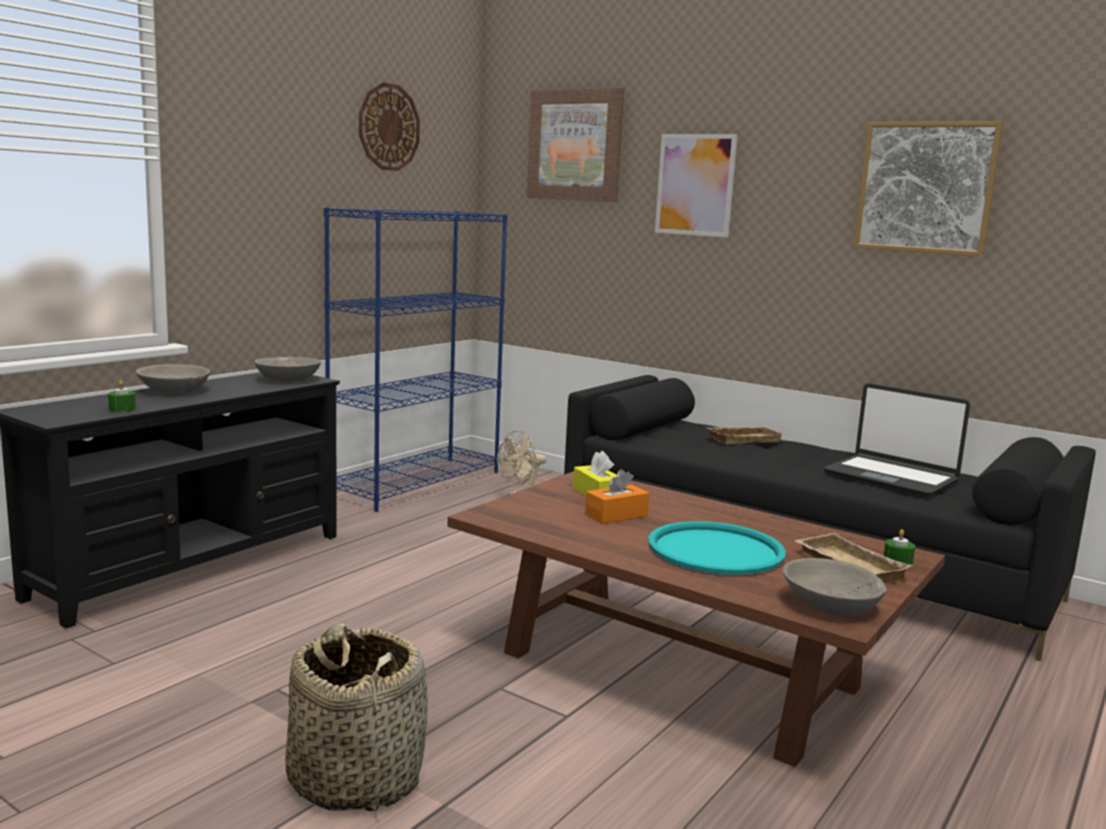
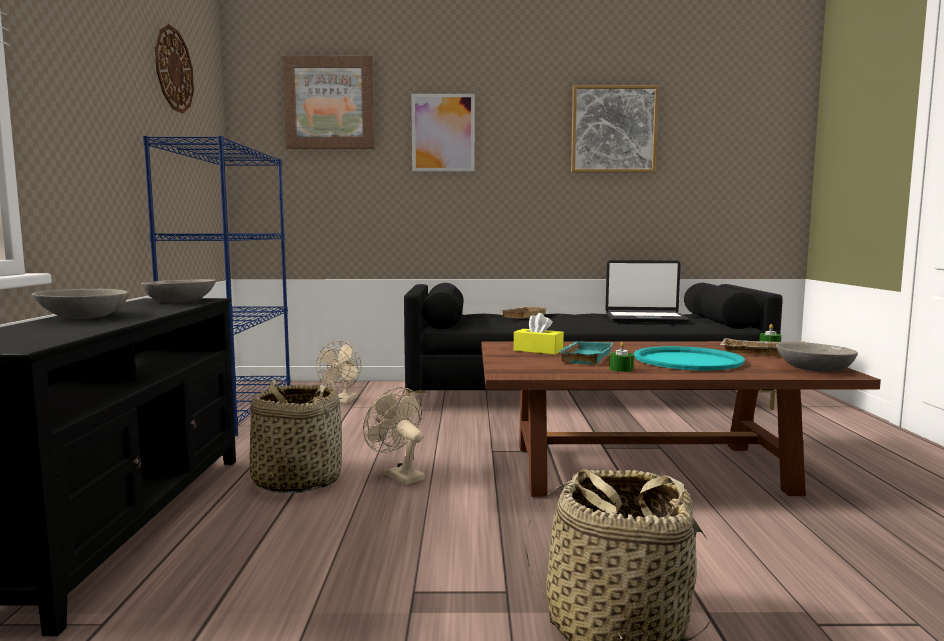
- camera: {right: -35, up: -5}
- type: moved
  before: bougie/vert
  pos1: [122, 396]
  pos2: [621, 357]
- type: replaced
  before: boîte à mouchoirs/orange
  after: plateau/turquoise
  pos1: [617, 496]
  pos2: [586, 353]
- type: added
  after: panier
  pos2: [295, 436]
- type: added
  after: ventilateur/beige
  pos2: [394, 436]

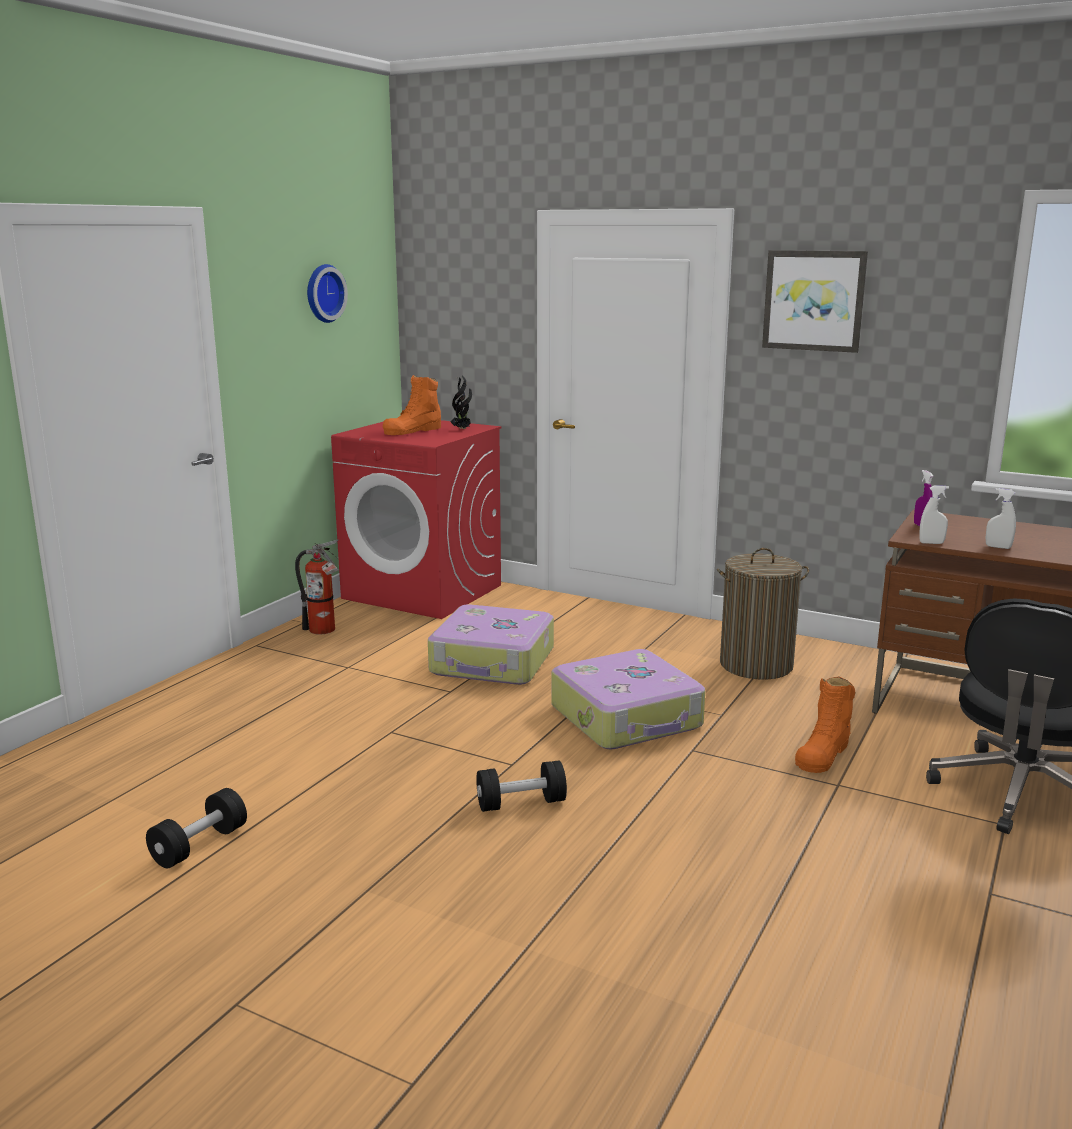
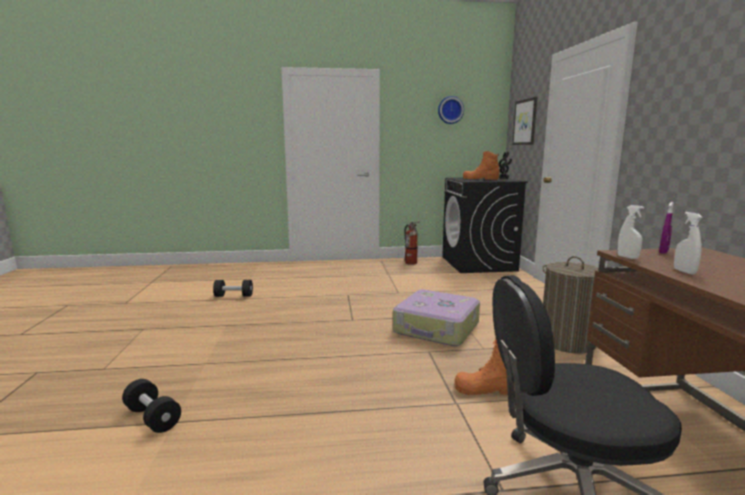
- camera: {right: 55, up: -5}
- type: moved
  before: tableau
  pos1: [815, 301]
  pos2: [524, 121]
- type: recoloured
  before: lave-linge/rouge
  after: lave-linge/noir
  pos1: [416, 519]
  pos2: [485, 225]
- type: removed
  before: valise
  pos1: [491, 644]
- type: moved
  before: haltère/noir
  pos1: [521, 786]
  pos2: [151, 406]

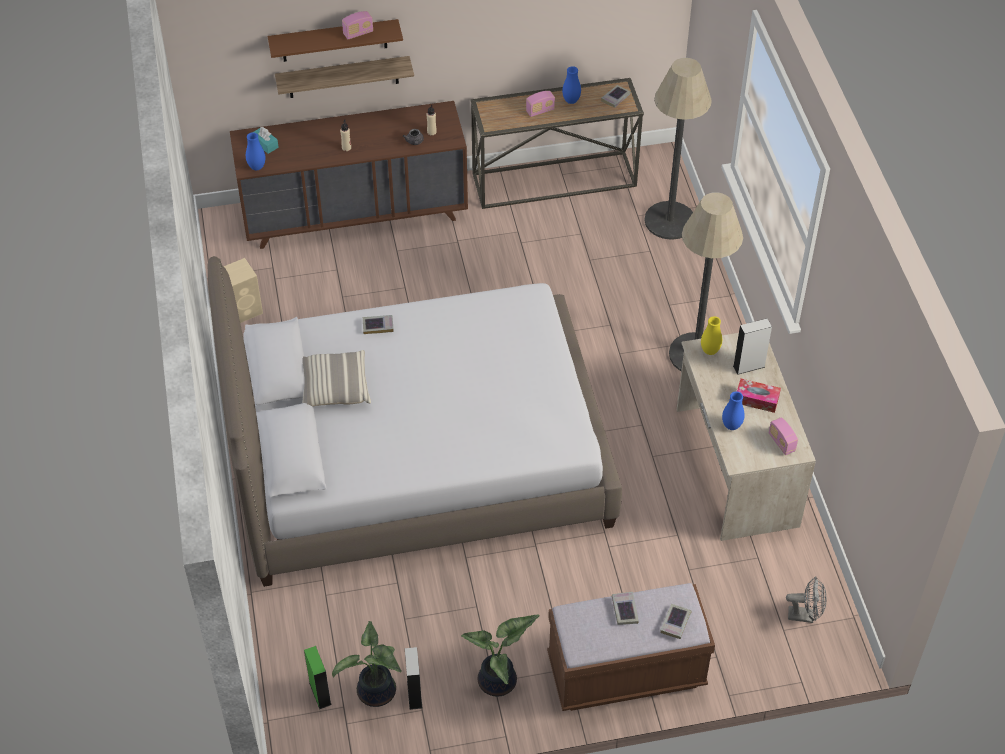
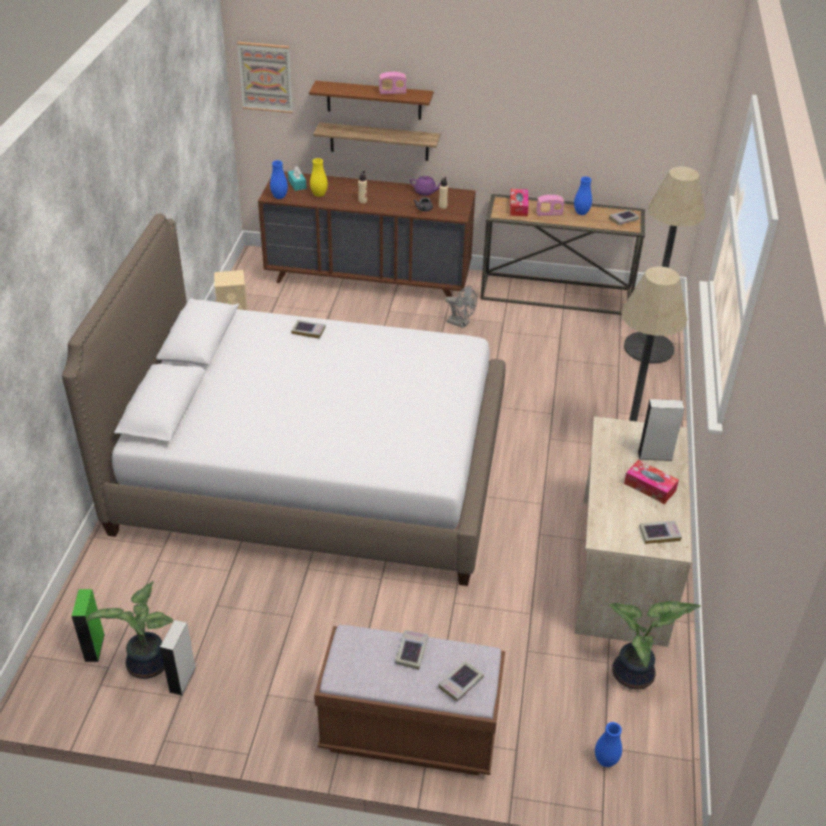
- camera: {right: 20, up: -10}
- type: moved
  before: vase/jaune
  pos1: [711, 335]
  pos2: [319, 177]
- type: removed
  before: coussin
  pos1: [336, 378]
- type: moved
  before: vase/bleu
  pos1: [733, 410]
  pos2: [608, 744]
- type: replaced
  before: radio
  after: livre
  pos1: [783, 436]
  pos2: [660, 532]
- type: moved
  before: ventilateur/gris
  pos1: [806, 599]
  pos2: [461, 306]
- type: moved
  before: plante en pot
  pos1: [500, 656]
  pos2: [655, 645]
- type: added
  after: tableau
  pos2: [265, 77]
- type: added
  after: théière/violet
  pos2: [425, 186]
- type: added
  after: boîte à mouchoirs
  pos2: [519, 202]

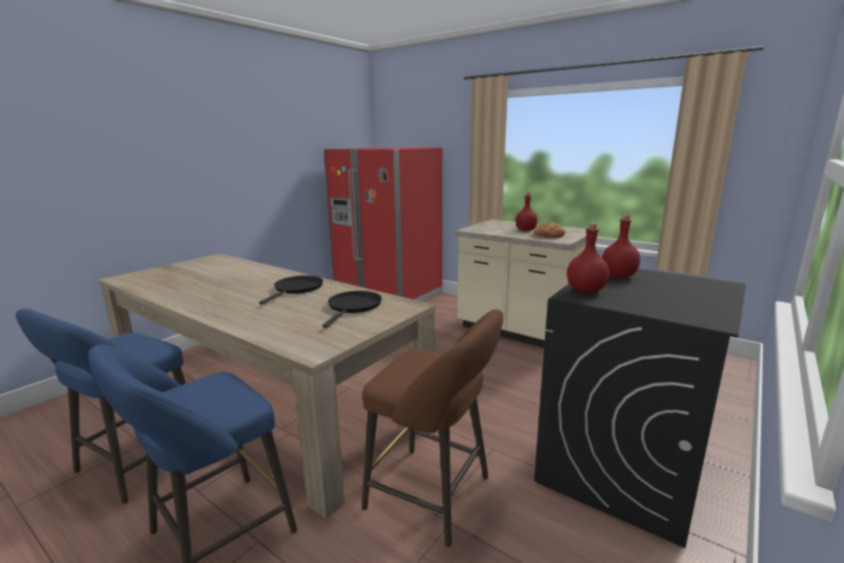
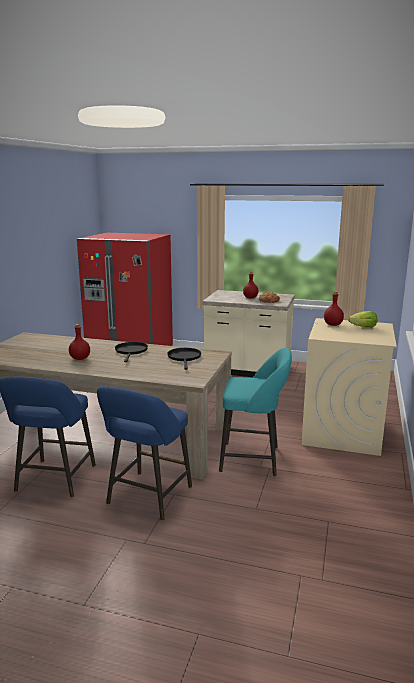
- camera: {right: -20, up: 0}
- type: moved
  before: bouteille/rouge
  pos1: [588, 258]
  pos2: [79, 342]
- type: recoloured
  before: lave-linge/noir
  after: lave-linge/beige
  pos1: [640, 408]
  pos2: [349, 387]
- type: recoloured
  before: tabouret/marron
  after: tabouret/turquoise
  pos1: [432, 428]
  pos2: [255, 412]
- type: added
  after: laitue
  pos2: [363, 319]

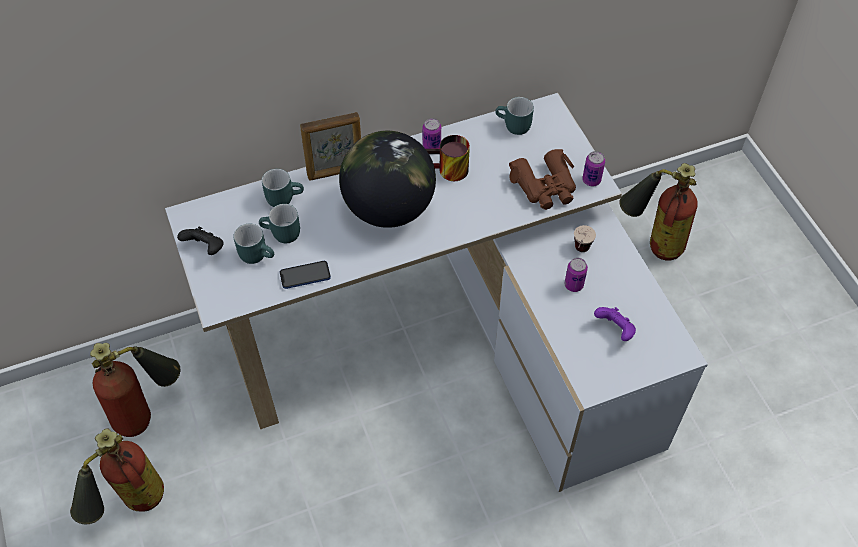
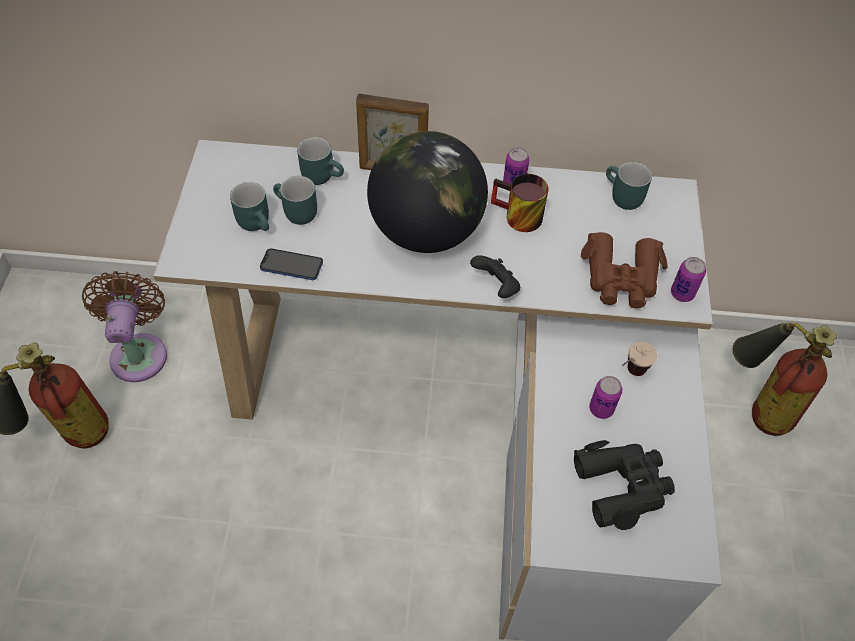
- camera: {right: 25, up: 0}
- type: moved
  before: manette/noir
  pos1: [200, 241]
  pos2: [495, 276]
- type: replaced
  before: manette/violet
  after: jumelles/noir
  pos1: [615, 324]
  pos2: [624, 485]
- type: replaced
  before: extincteur
  after: ventilateur/marron
  pos1: [135, 390]
  pos2: [124, 326]

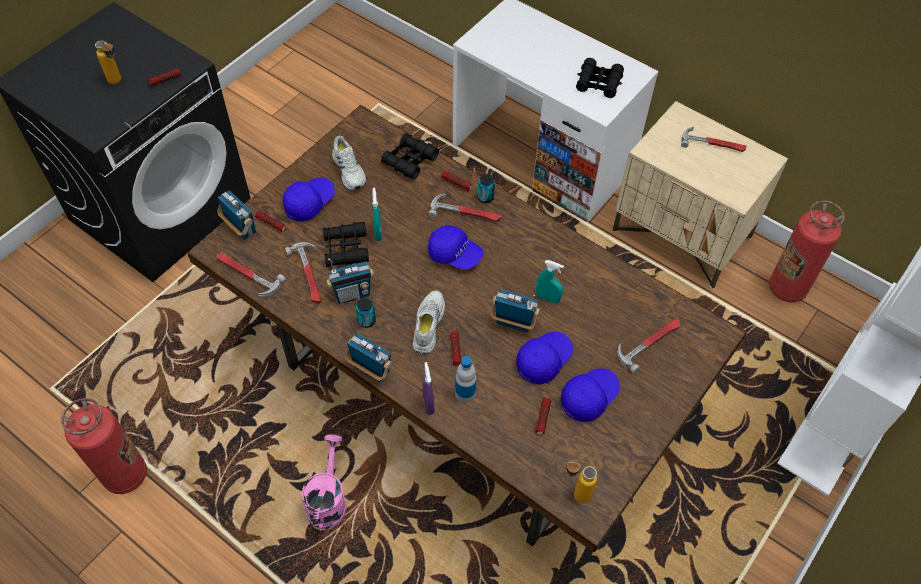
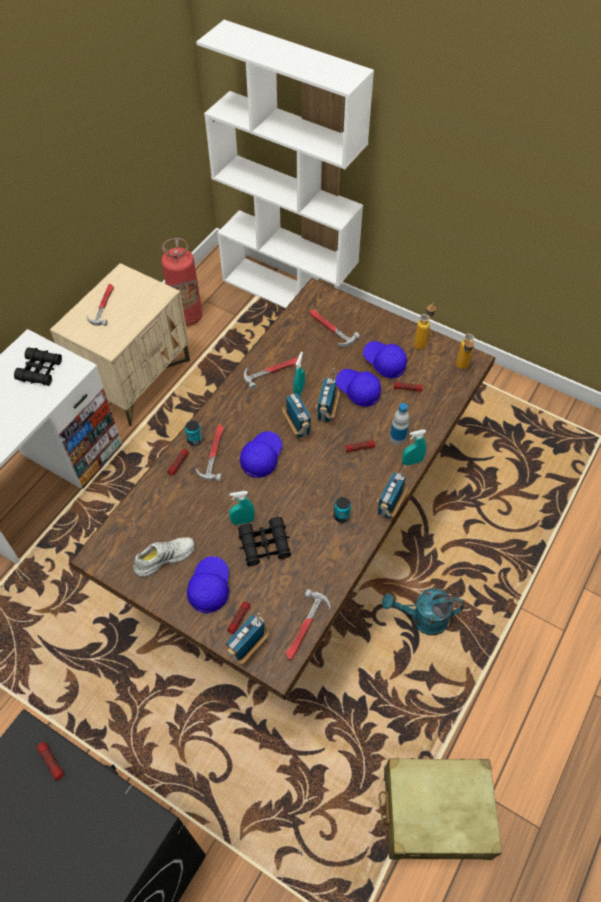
- camera: {right: -95, up: 0}
- type: moved
  before: bouteille
  pos1: [108, 62]
  pos2: [425, 326]
- type: removed
  before: jumelles/noir
  pos1: [410, 156]
- type: turned
  before: casquette/bleu
  pos1: [309, 199]
  pos2: [208, 585]
  turn: 60
- type: moved
  before: marteau
  pos1: [303, 273]
  pos2: [271, 373]
- type: moved
  before: radio
  pos1: [350, 281]
  pos2: [296, 415]
- type: removed
  before: chaussure/blanc
  pos1: [429, 322]
- type: recoloured
  before: vaporisateur/violet
  after: vaporisateur/turquoise
  pos1: [428, 388]
  pos2: [414, 448]
- type: replaced
  before: extincteur
  after: valise/beige
  pos1: [104, 446]
  pos2: [440, 809]
- type: recoloured
  before: arrosoir/rose
  after: arrosoir/turquoise
  pos1: [324, 481]
  pos2: [423, 612]

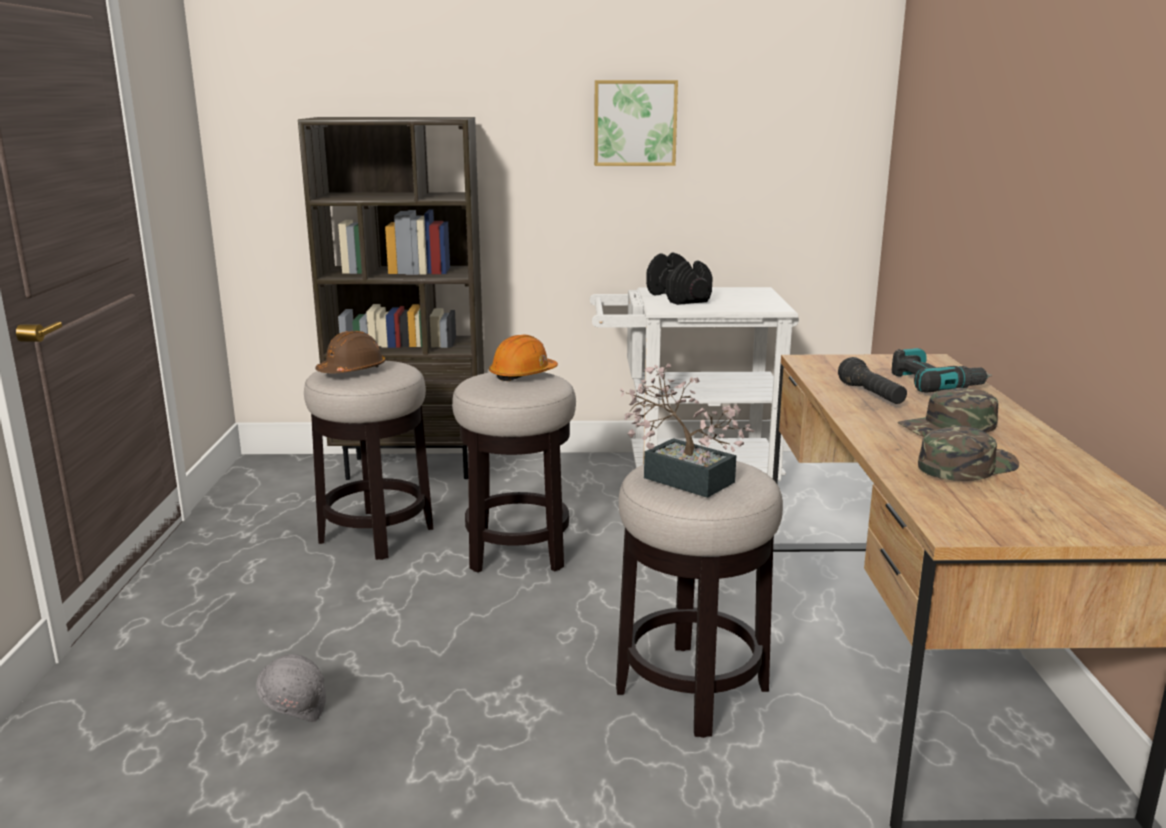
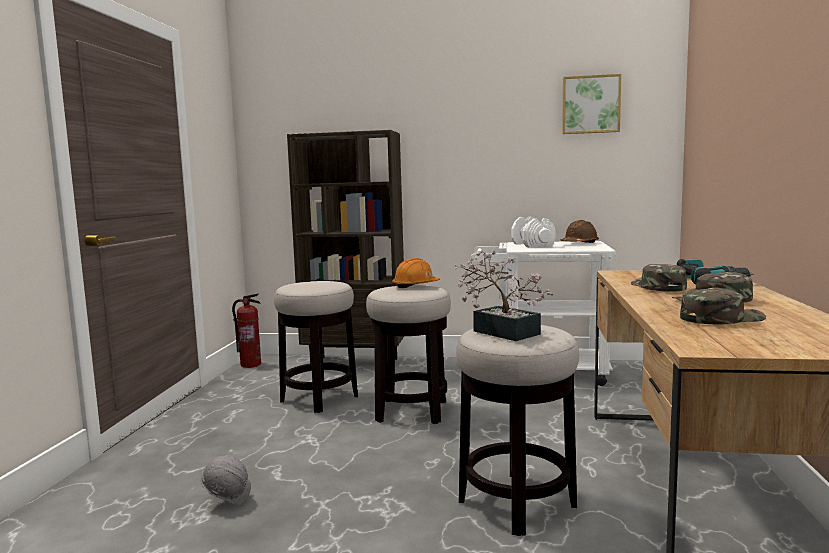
- camera: {right: 10, up: -10}
- type: moved
  before: tableau
  pos1: [636, 123]
  pos2: [591, 104]
- type: recoloured
  before: haltère/noir
  after: haltère/blanc
  pos1: [679, 279]
  pos2: [533, 232]
- type: moved
  before: casque de chantier/marron
  pos1: [351, 352]
  pos2: [580, 231]
- type: replaced
  before: lampe de poche/noir
  after: casquette/vert
  pos1: [872, 380]
  pos2: [659, 278]
- type: added
  after: extincteur
  pos2: [246, 330]

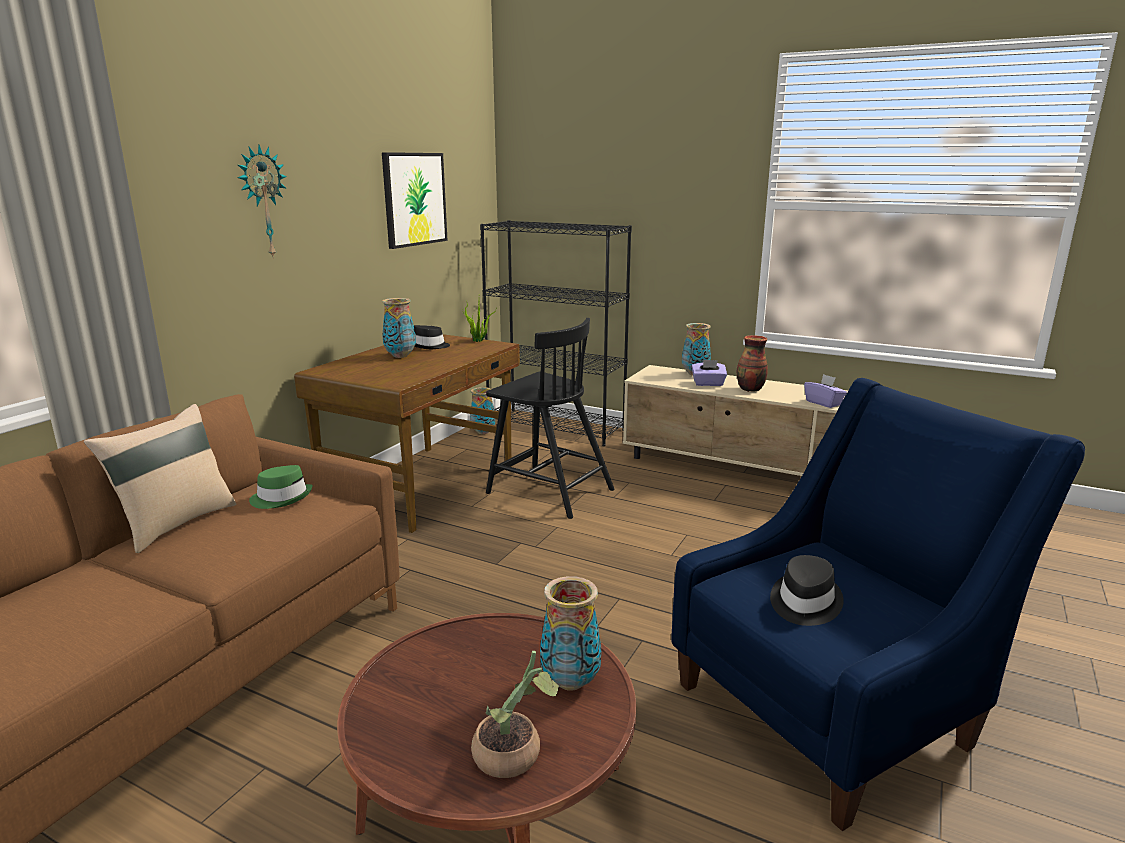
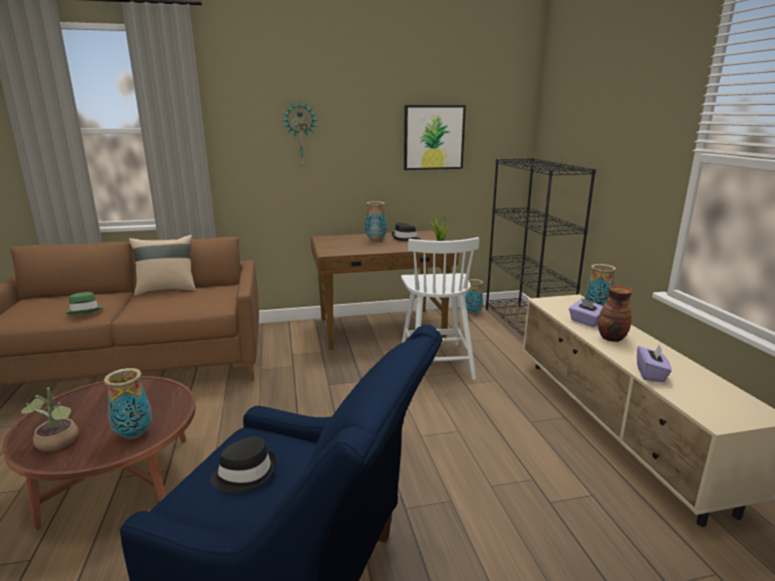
- camera: {right: 50, up: 0}
- type: recoloured
  before: chaise/noir
  after: chaise/blanc
  pos1: [550, 418]
  pos2: [440, 308]
- type: moved
  before: chapeau/vert
  pos1: [281, 487]
  pos2: [84, 303]

